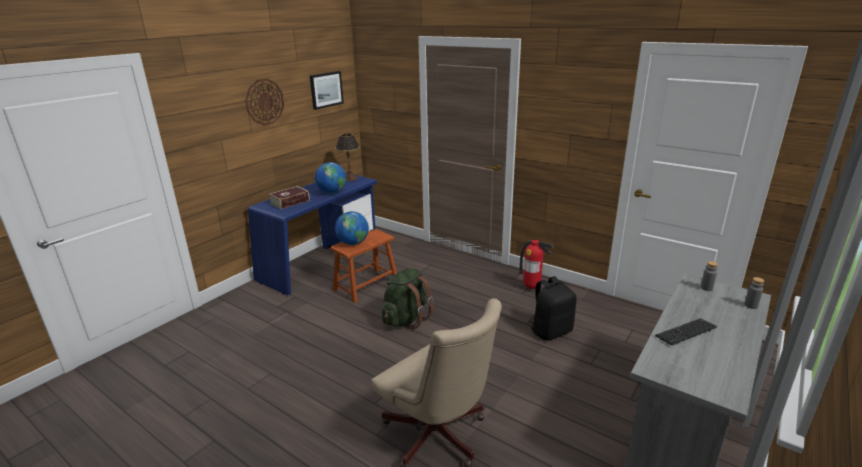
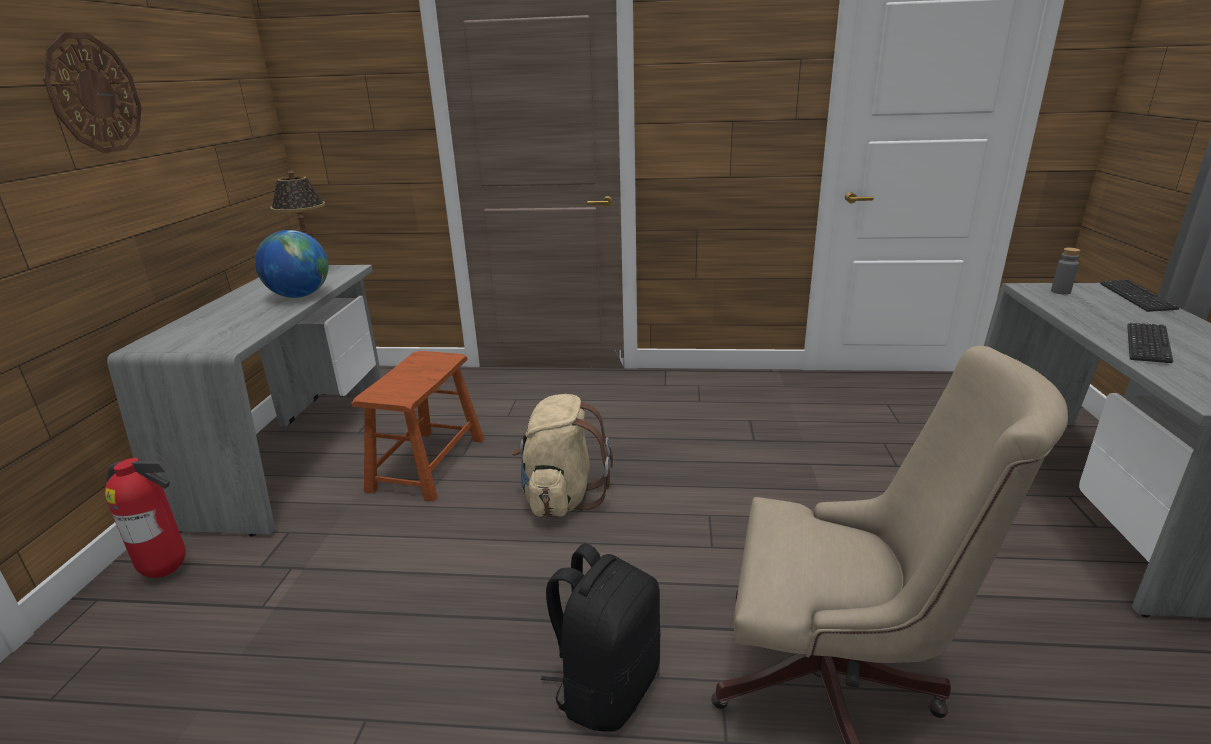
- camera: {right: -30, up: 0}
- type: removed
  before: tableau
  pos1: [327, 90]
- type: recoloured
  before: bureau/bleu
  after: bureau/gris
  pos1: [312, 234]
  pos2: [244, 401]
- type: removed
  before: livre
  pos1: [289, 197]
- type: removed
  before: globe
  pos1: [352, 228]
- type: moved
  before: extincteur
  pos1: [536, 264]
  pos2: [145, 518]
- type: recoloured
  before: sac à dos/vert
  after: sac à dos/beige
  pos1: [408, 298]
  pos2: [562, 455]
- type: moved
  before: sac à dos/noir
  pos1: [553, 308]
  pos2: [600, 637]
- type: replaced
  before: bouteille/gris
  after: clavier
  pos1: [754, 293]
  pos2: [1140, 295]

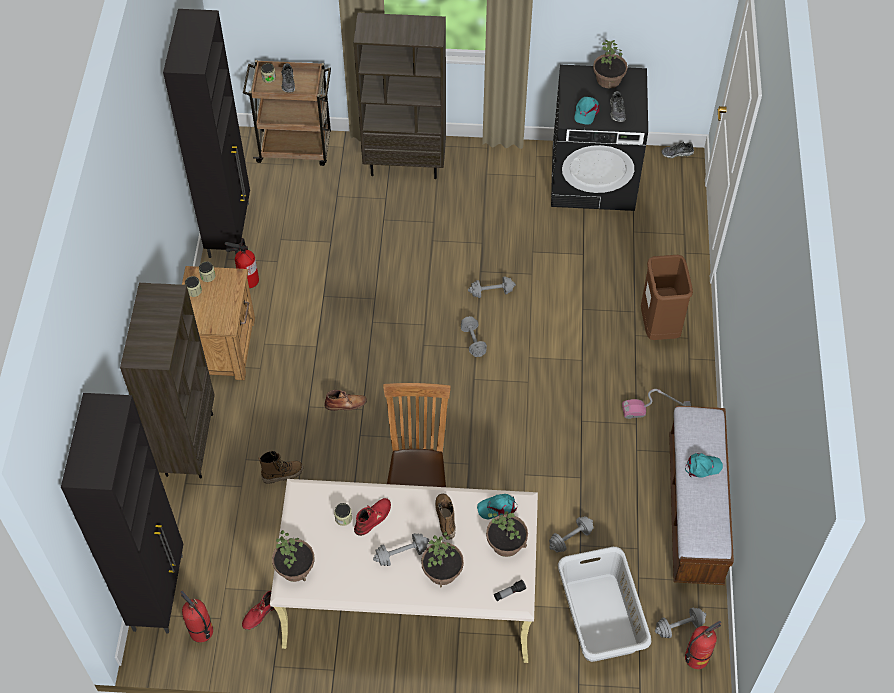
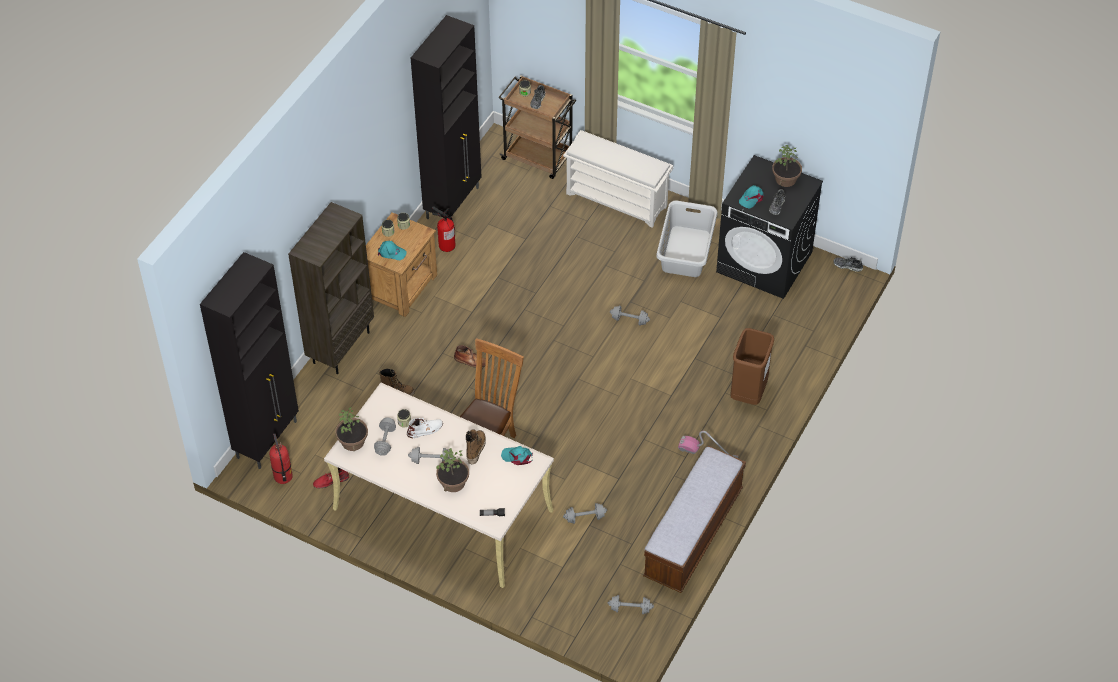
- camera: {right: 25, up: -5}
- type: replaced
  before: bibliothèque/marron
  after: étagère à chaussures/blanc
  pos1: [400, 96]
  pos2: [618, 179]
- type: moved
  before: haltère/gris
  pos1: [474, 336]
  pos2: [385, 437]
- type: moved
  before: casquette/turquoise
  pos1: [704, 465]
  pos2: [392, 250]
- type: recoloured
  before: botte/rouge
  after: botte/blanc
  pos1: [372, 517]
  pos2: [425, 427]
- type: removed
  before: plante en pot
  pos1: [507, 534]
- type: moved
  before: panier à linge/gris
  pos1: [604, 604]
  pos2: [687, 239]
- type: removed
  before: extincteur
  pos1: [703, 645]

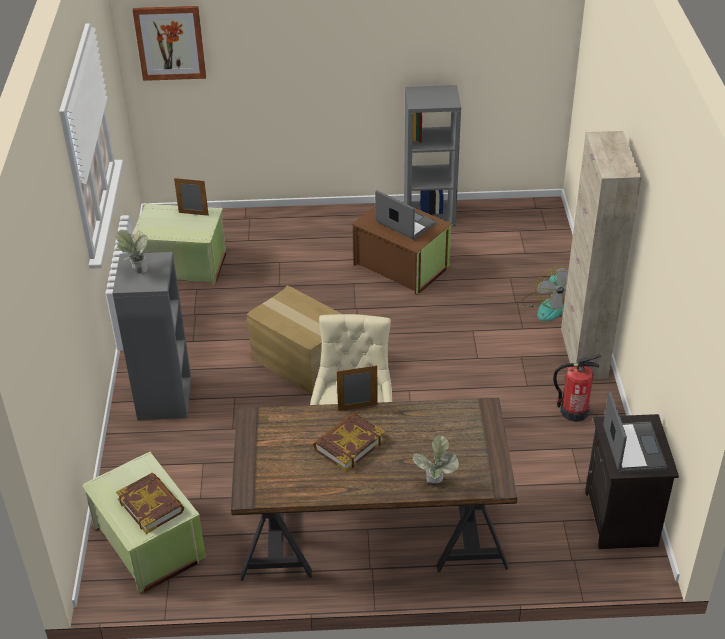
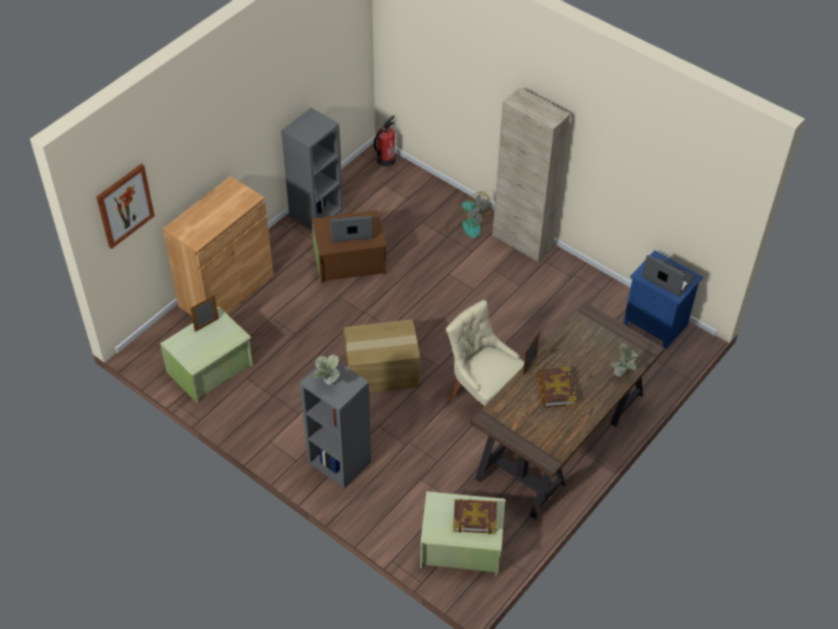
- camera: {right: -50, up: 10}
- type: moved
  before: extincteur
  pos1: [577, 388]
  pos2: [385, 140]
- type: recoloured
  before: table de chevet/noir
  after: table de chevet/bleu
  pos1: [632, 481]
  pos2: [663, 299]
- type: added
  after: meuble de rangement/marron
  pos2: [218, 246]

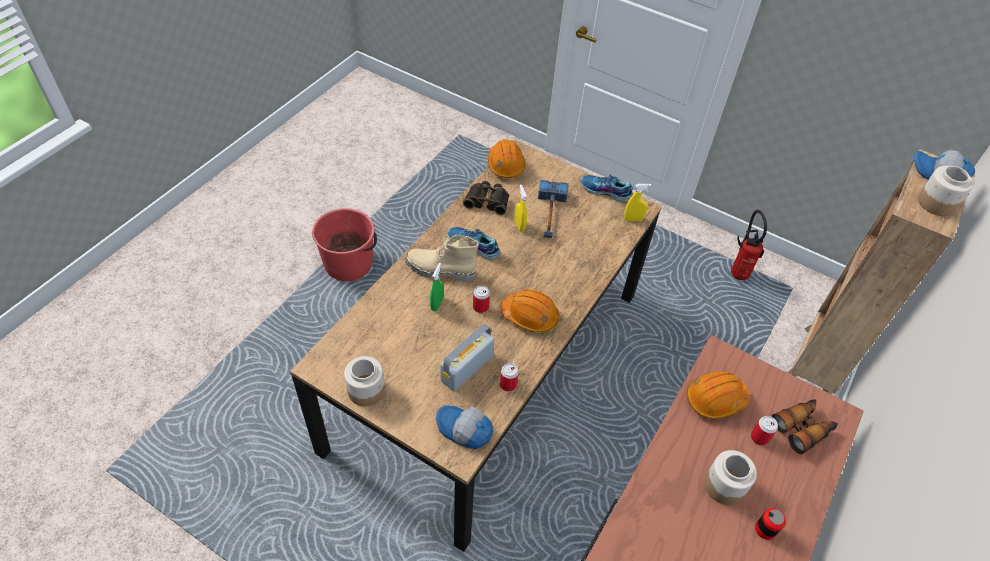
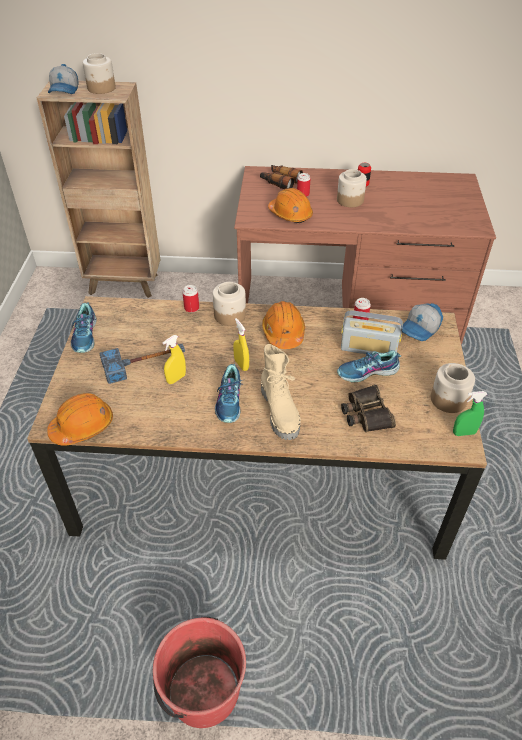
- camera: {right: -115, up: -5}
- type: moved
  before: jumelles
  pos1: [486, 198]
  pos2: [368, 408]
- type: moved
  before: vaporisateur/jaune
  pos1: [637, 202]
  pos2: [241, 344]
- type: removed
  before: extincteur
  pos1: [749, 245]
- type: moved
  before: vaporisateur/vert
  pos1: [437, 287]
  pos2: [470, 413]
- type: moved
  before: boîte métallique
  pos1: [481, 299]
  pos2: [190, 299]
- type: turned
  before: casquette
  pos1: [464, 427]
  pos2: [422, 322]
  turn: 45
- type: added
  after: bocal
  pos2: [229, 304]
- type: added
  after: chaussure
  pos2: [369, 366]

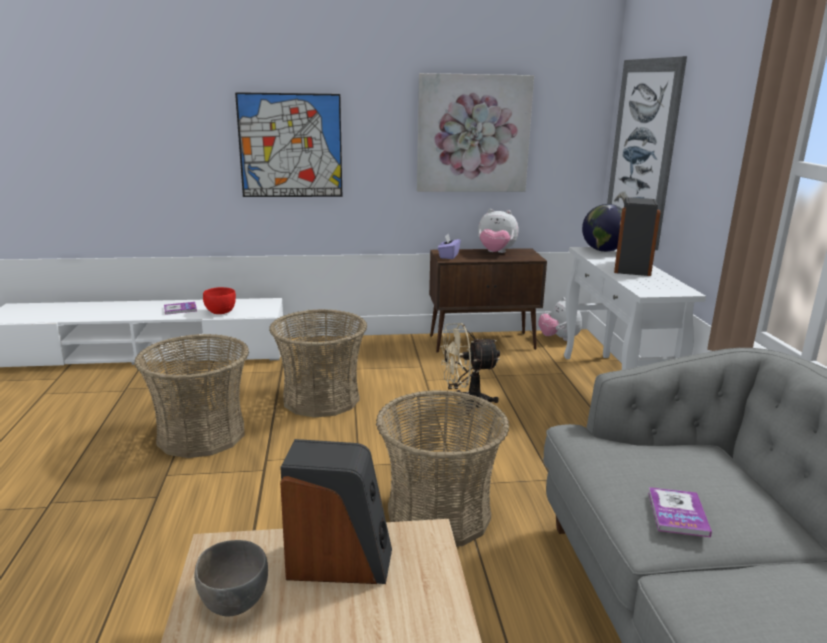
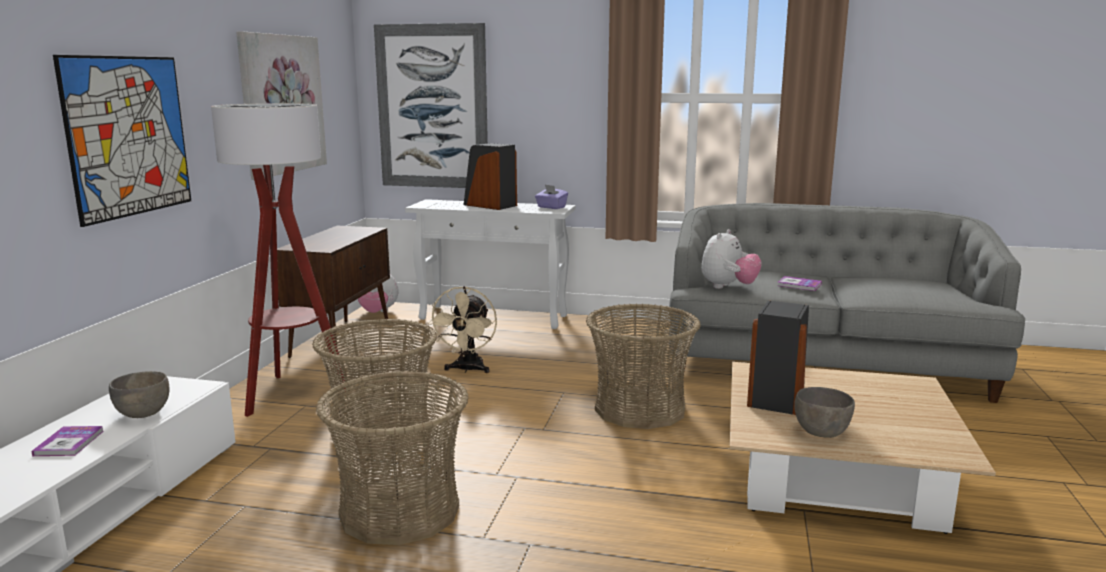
- camera: {right: -70, up: -5}
- type: removed
  before: globe
  pos1: [602, 228]
- type: moved
  before: peluche
  pos1: [498, 231]
  pos2: [731, 259]
- type: moved
  before: boîte à mouchoirs/violet
  pos1: [449, 246]
  pos2: [551, 197]
- type: recoloured
  before: bol/rouge
  after: bol/gris
  pos1: [219, 300]
  pos2: [139, 394]
- type: added
  after: lampadaire
  pos2: [278, 260]

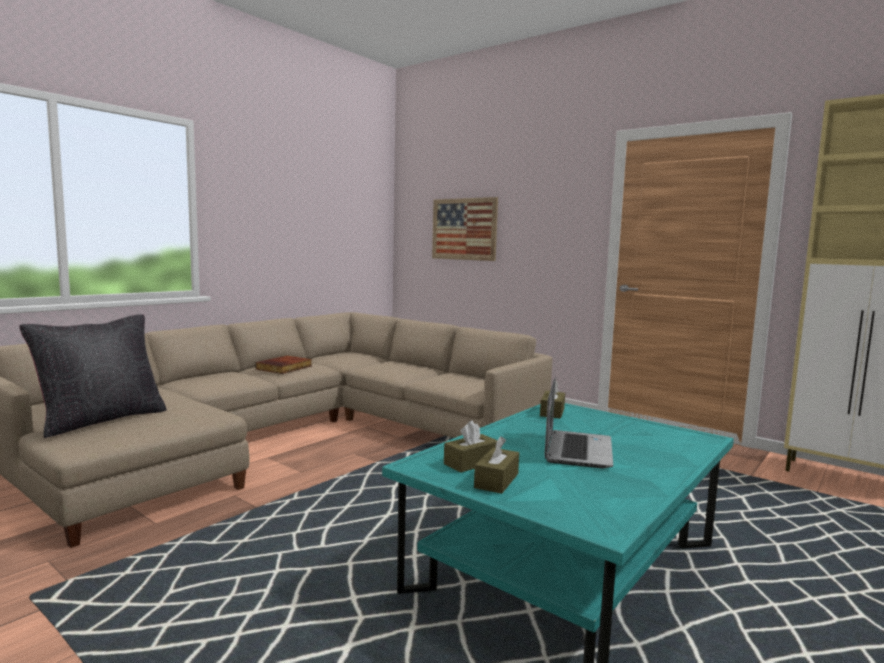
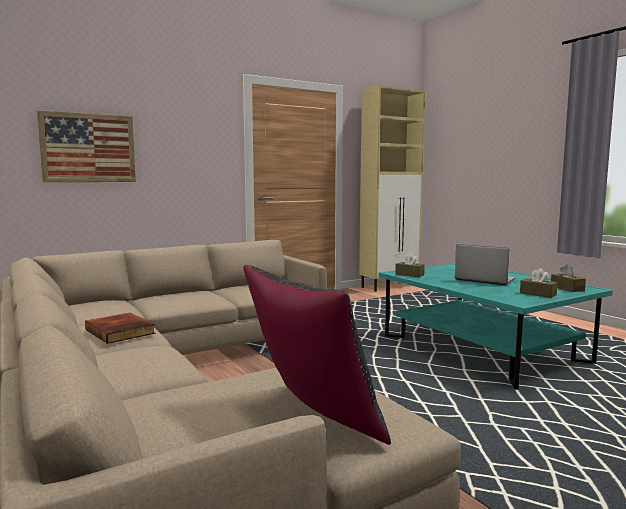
- camera: {right: -70, up: 0}
- type: moved
  before: boîte à mouchoirs/marron
  pos1: [470, 447]
  pos2: [568, 278]

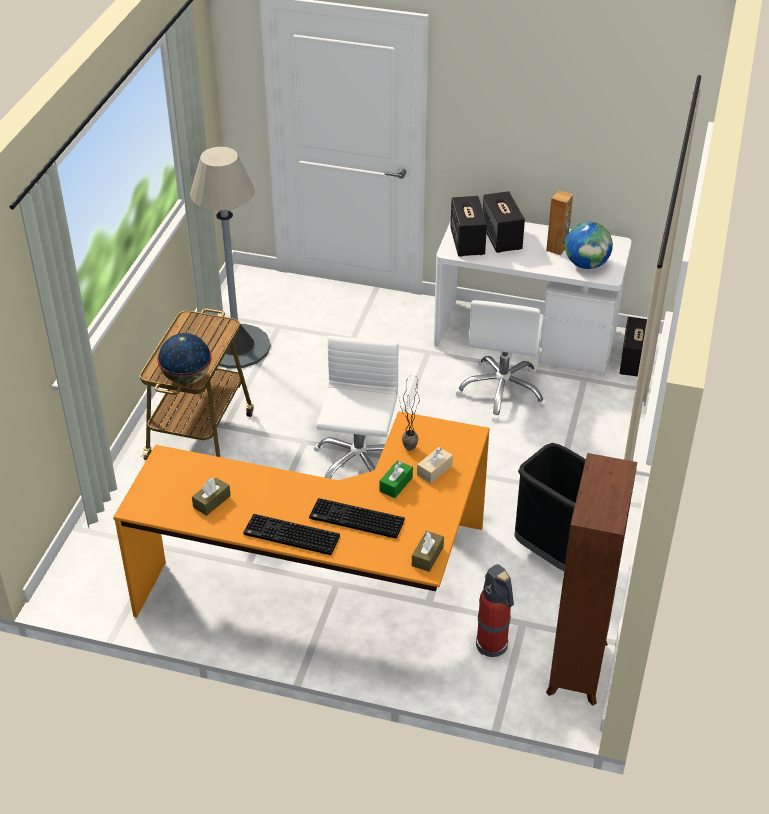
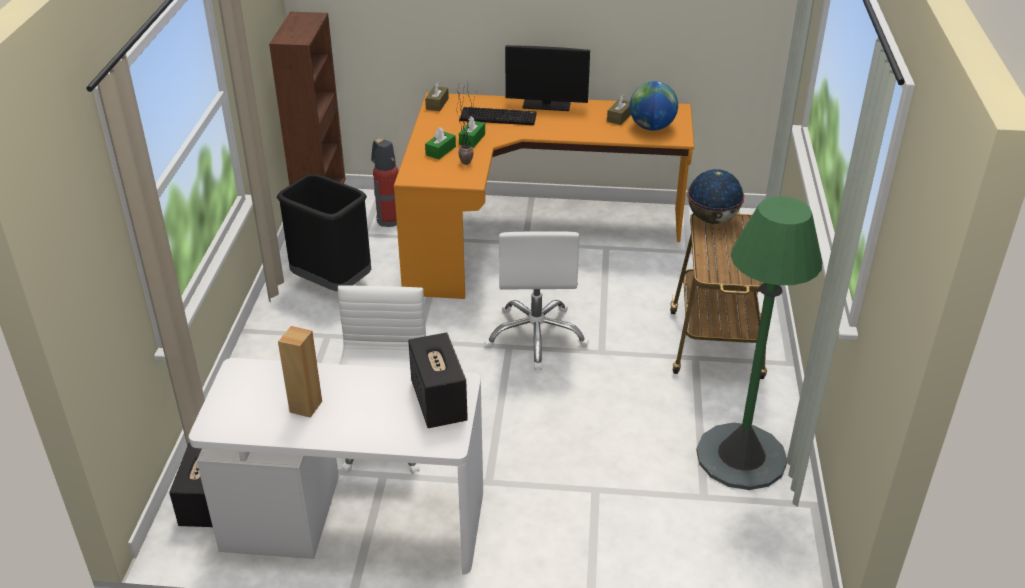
- camera: {right: 170, up: -5}
- type: recoloured
  before: lampadaire/gris
  after: lampadaire/vert
  pos1: [230, 258]
  pos2: [759, 343]
- type: removed
  before: enceinte
  pos1: [504, 222]
- type: moved
  before: globe
  pos1: [589, 245]
  pos2: [653, 106]
- type: recoloured
  before: boîte à mouchoirs/beige
  after: boîte à mouchoirs/vert
  pos1: [435, 465]
  pos2: [440, 143]
- type: replaced
  before: clavier
  after: écran d'ordinateur
  pos1: [291, 534]
  pos2: [547, 78]

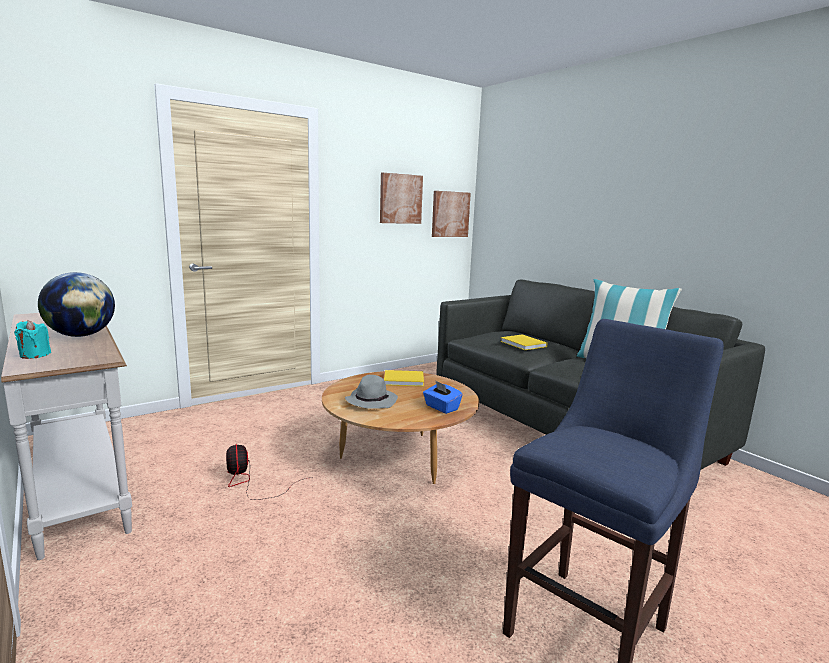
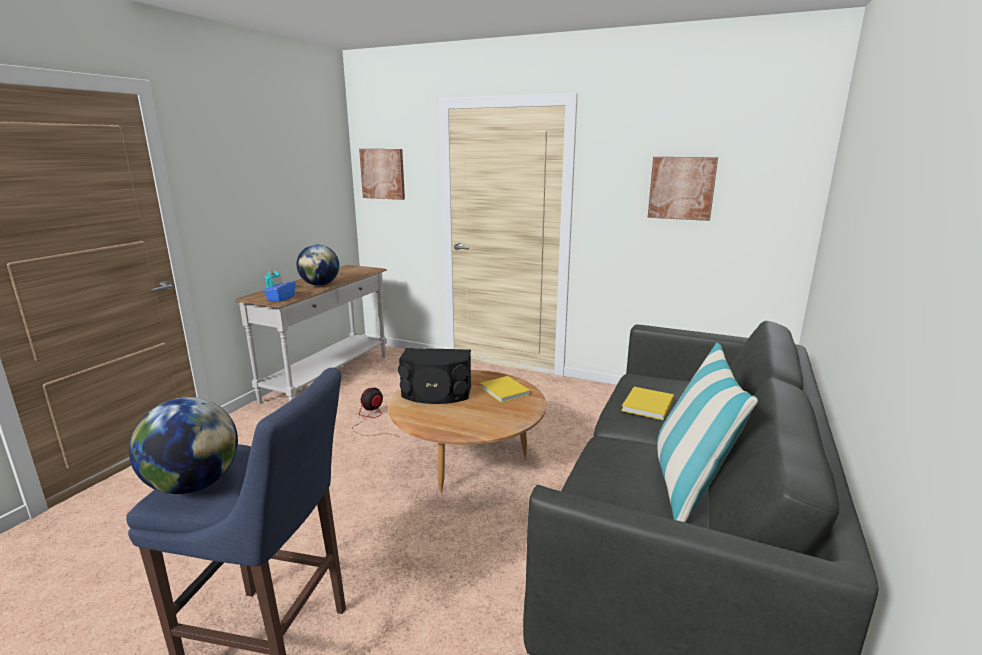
- camera: {right: 60, up: 5}
- type: moved
  before: tableau
  pos1: [451, 214]
  pos2: [382, 174]
- type: replaced
  before: chapeau/gris
  after: enceinte/noir
  pos1: [371, 392]
  pos2: [434, 376]
- type: moved
  before: boîte à mouchoirs/bleu
  pos1: [442, 397]
  pos2: [279, 289]
- type: added
  after: globe
  pos2: [183, 445]

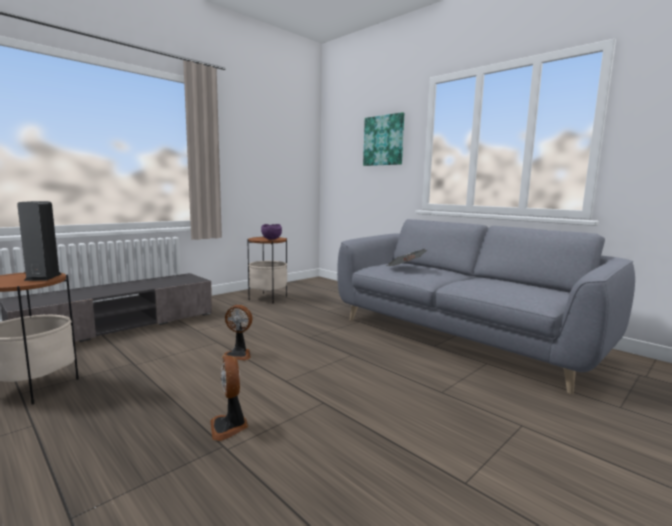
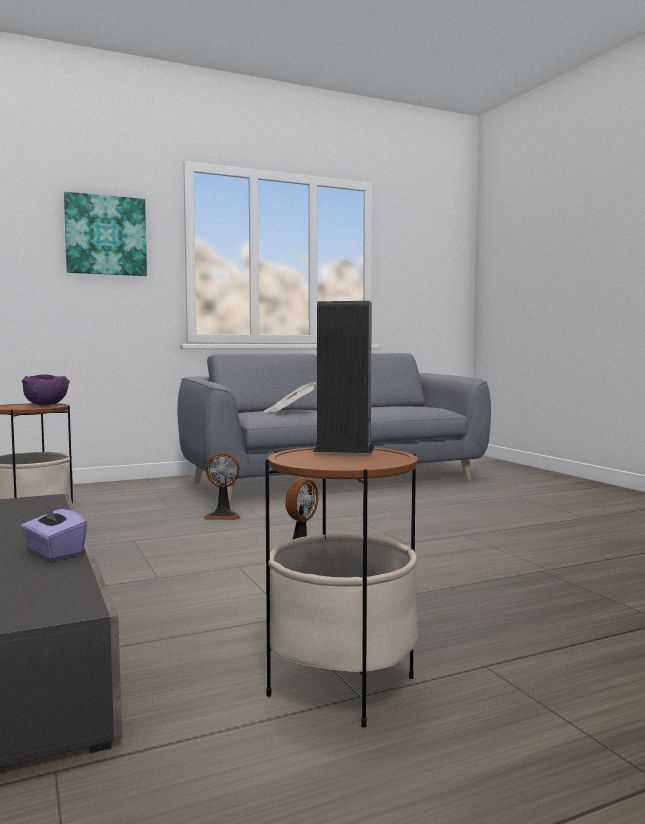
- camera: {right: -70, up: -5}
- type: moved
  before: ventilateur
  pos1: [229, 398]
  pos2: [221, 486]
- type: added
  after: boîte à mouchoirs/violet
  pos2: [54, 531]

